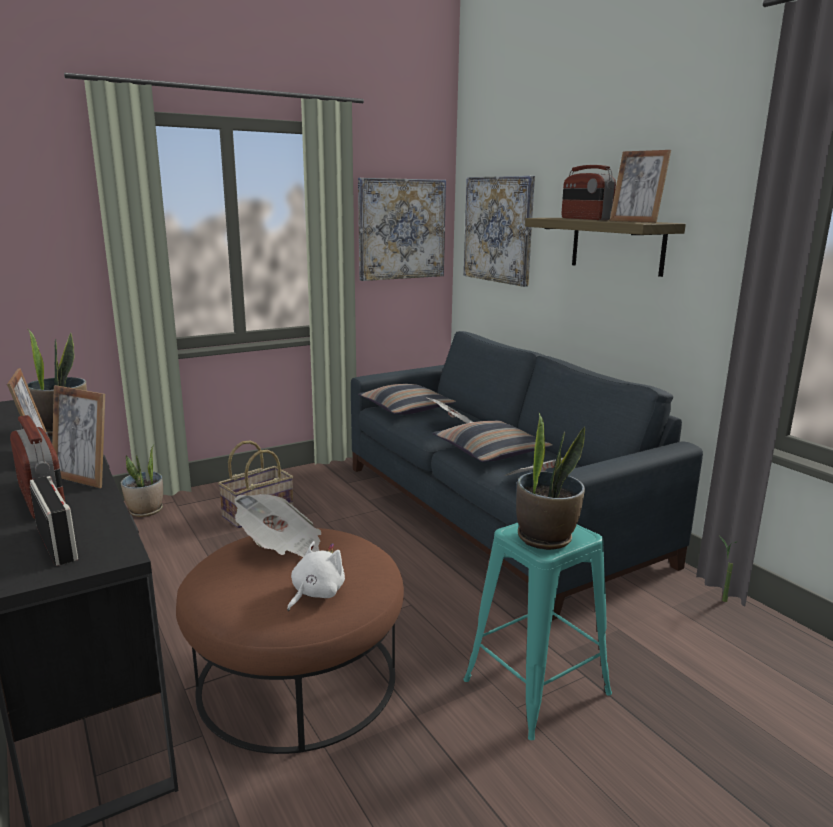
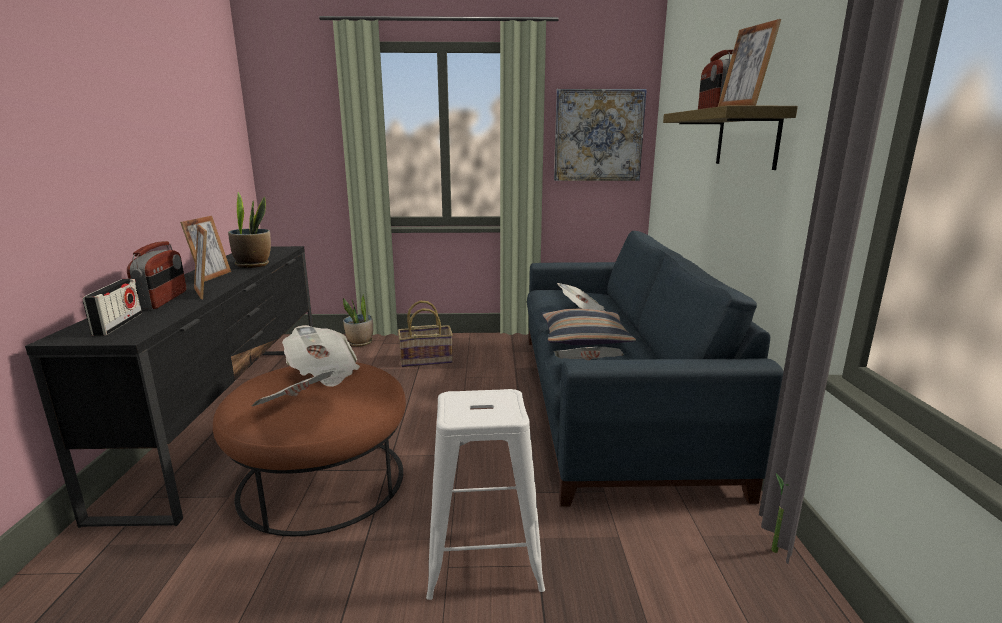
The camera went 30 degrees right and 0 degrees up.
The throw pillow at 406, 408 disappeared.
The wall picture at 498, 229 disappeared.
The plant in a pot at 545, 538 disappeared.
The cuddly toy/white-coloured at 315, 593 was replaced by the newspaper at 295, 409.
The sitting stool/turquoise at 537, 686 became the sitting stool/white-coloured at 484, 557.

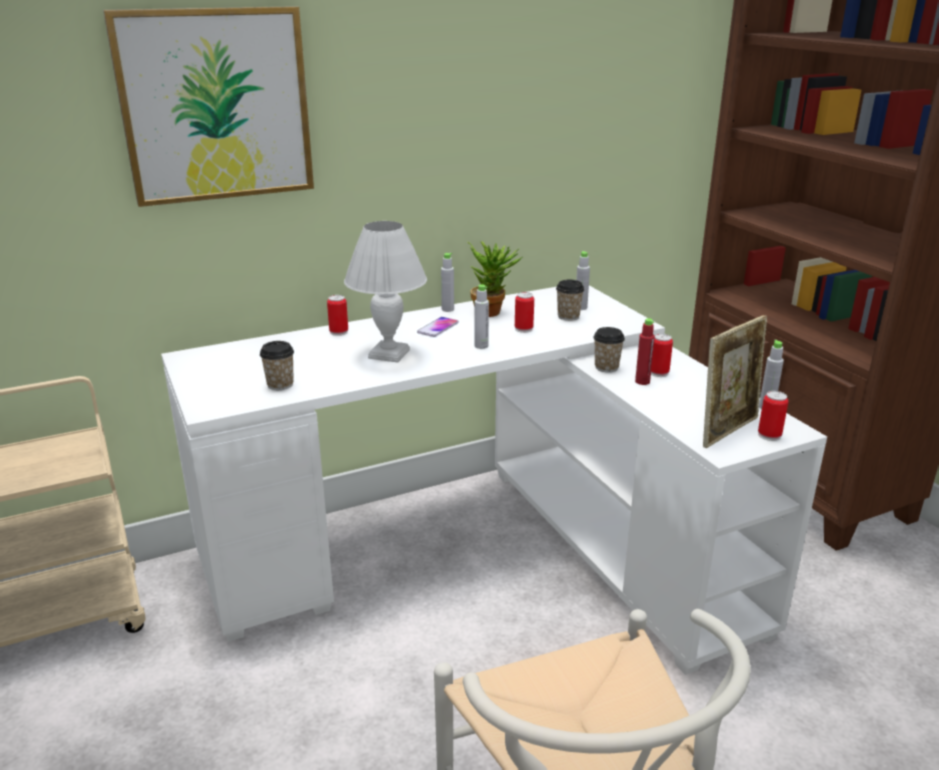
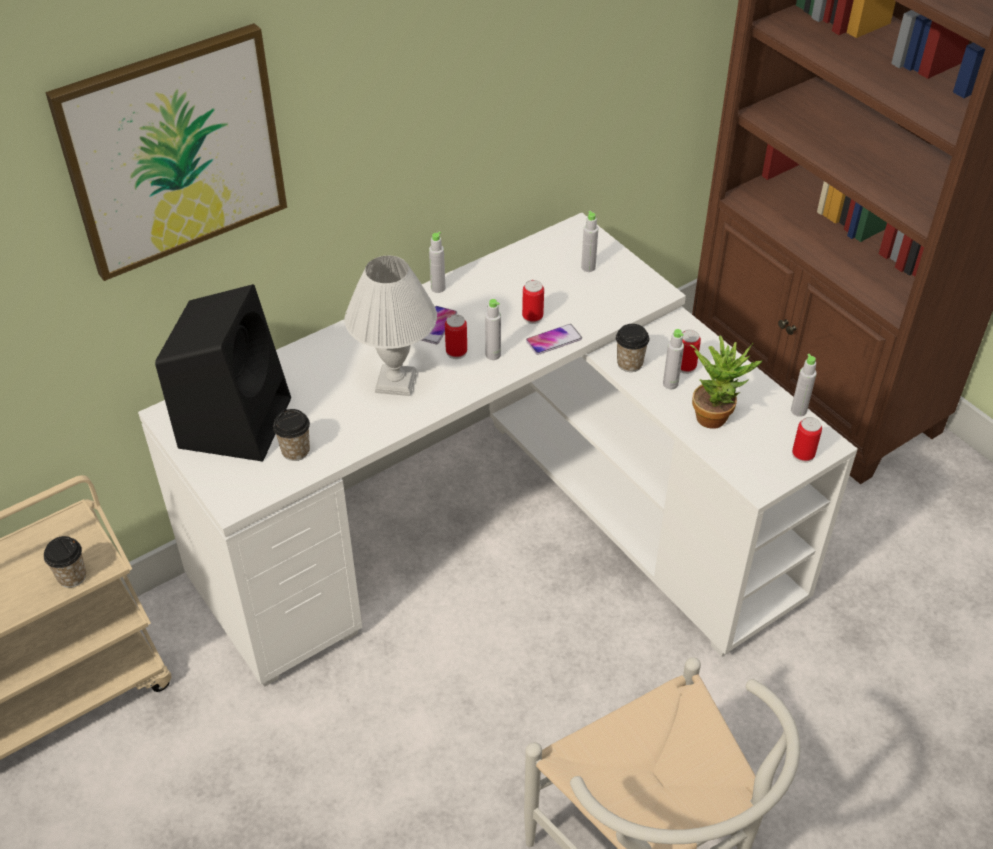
The camera went 10 degrees left and 20 degrees up.
The standing frame at 727, 430 disappeared.
The audio speaker/black at 235, 420 appeared.
The handset at 553, 340 appeared.
The can moved from 339, 332 to 456, 352.
The plant in a pot moved from 492, 311 to 716, 415.
The small cup moved from 568, 316 to 72, 576.
The beverage bottle/reddish at 642, 381 became the beverage bottle/grey at 670, 384.

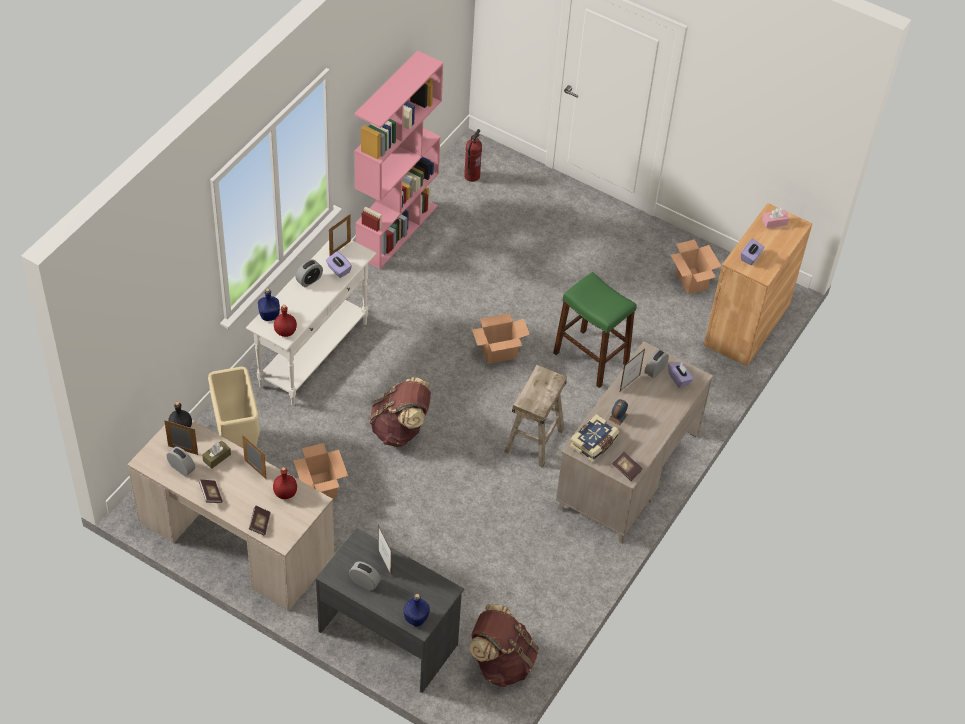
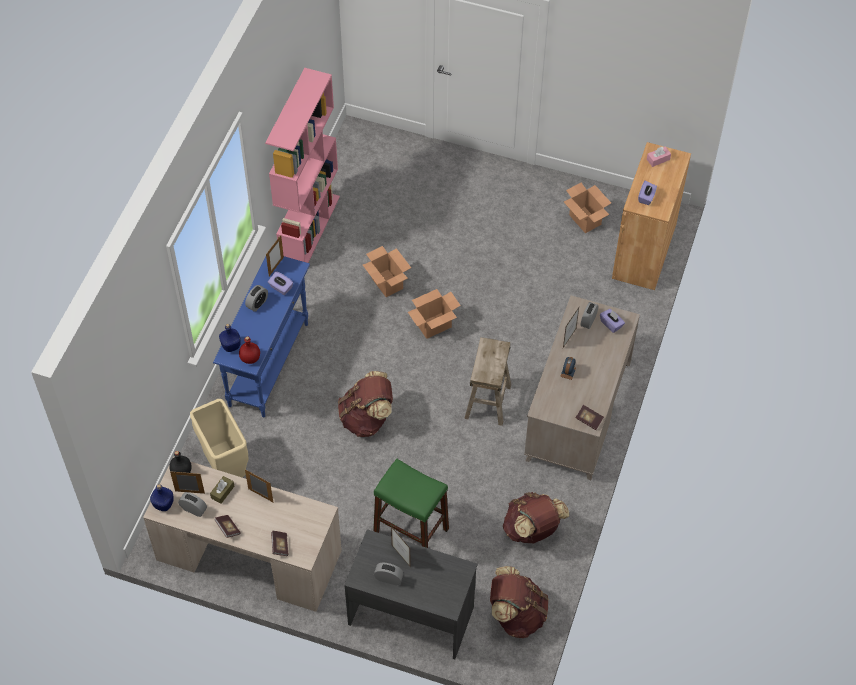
The camera went 10 degrees left and 5 degrees up.
The beverage bottle/reddish at 285, 493 disappeared.
The fire extinguisher at 471, 176 disappeared.
The volume at 594, 443 disappeared.
The rucksack/brown-coloured at 532, 530 appeared.
The carton moved from 321, 487 to 387, 283.
The beverage bottle/blue-coloured moved from 416, 619 to 163, 504.
The sitting stool/green-coloured moved from 591, 358 to 411, 531.
The console table/white-coloured at 314, 354 became the console table/blue-coloured at 269, 364.

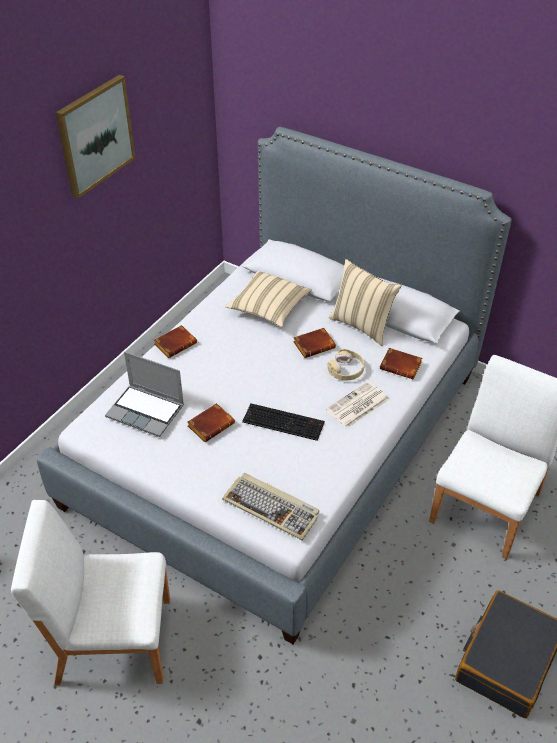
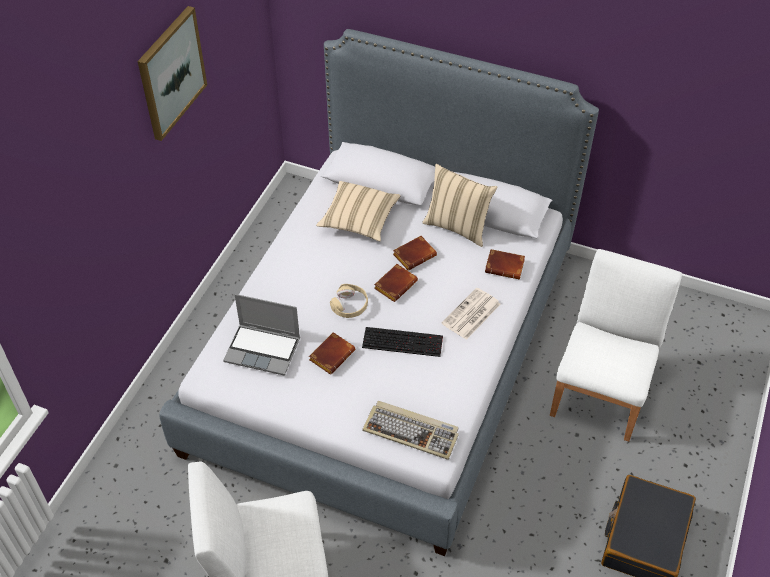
The camera went 10 degrees left and 5 degrees up.
The volume/brown-coloured moved from 175, 343 to 395, 284.
The pair of headphones/beige moved from 346, 370 to 350, 305.

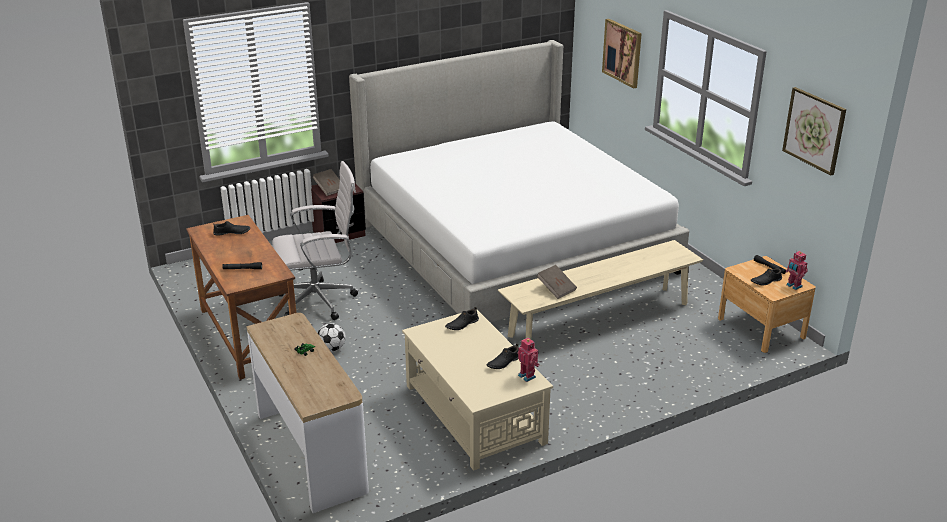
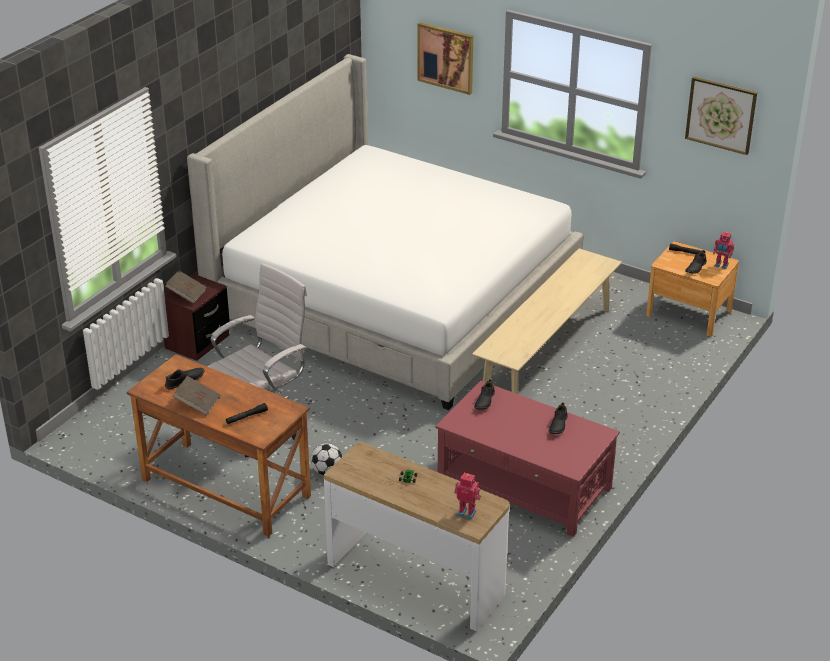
The camera went 30 degrees left and 5 degrees up.
The robot figure moved from 527, 376 to 467, 512.
The volume/brown-coloured moved from 556, 289 to 197, 403.
The lounge table/beige at 474, 414 became the lounge table/reddish at 525, 485.

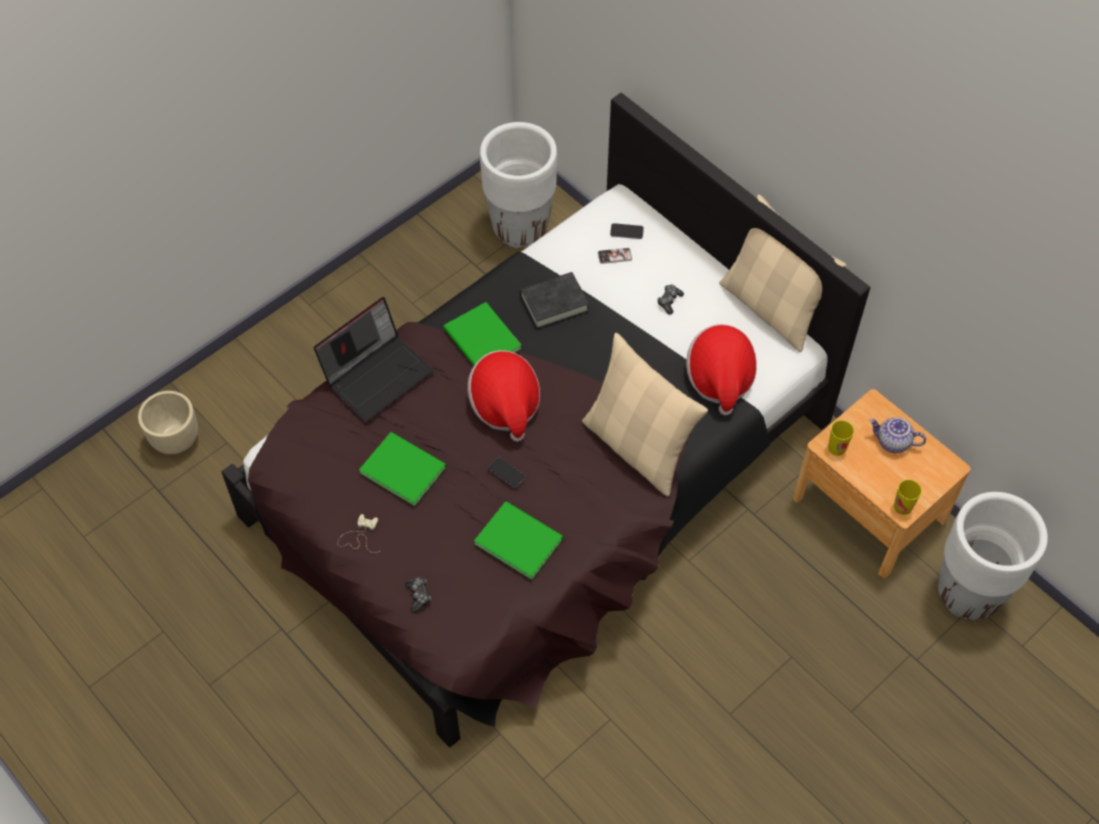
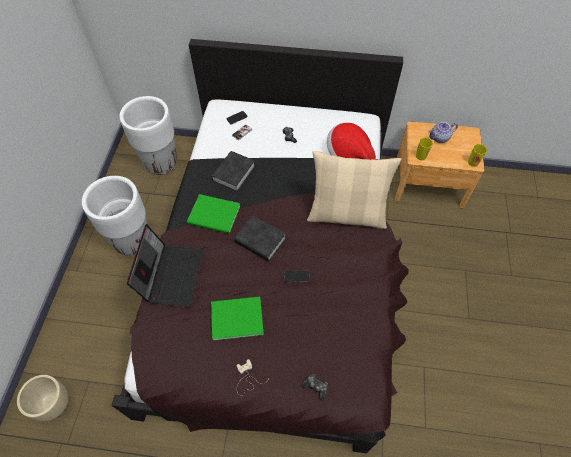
The camera went 40 degrees left and 0 degrees up.
The volume/green-coloured at 518, 538 disappeared.
The throw pillow/beige at 771, 308 disappeared.
The plant pot/white-coloured moved from 968, 593 to 133, 241.
The clothing hat at 505, 405 was replaced by the volume/black at 260, 240.

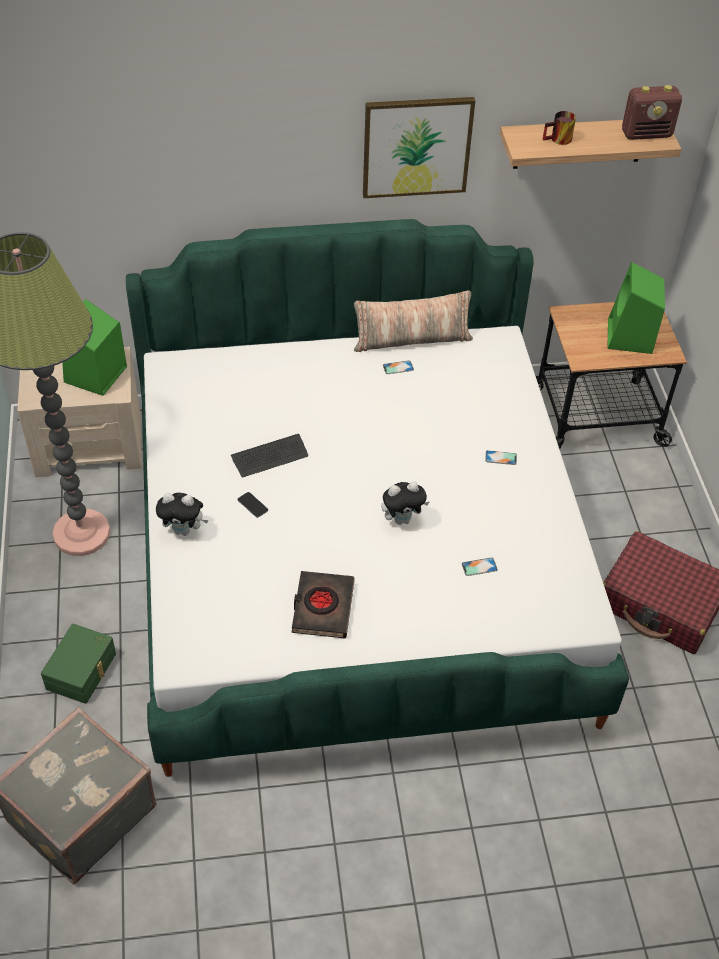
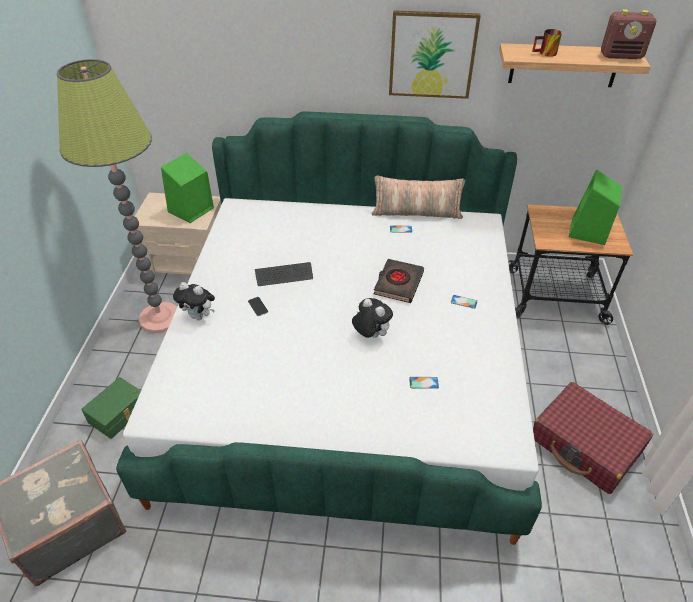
The camera went 15 degrees right and 5 degrees down.
The volume/black moved from 322, 608 to 398, 283.
The cuddly toy at 402, 519 turned 135 degrees counterclockwise.

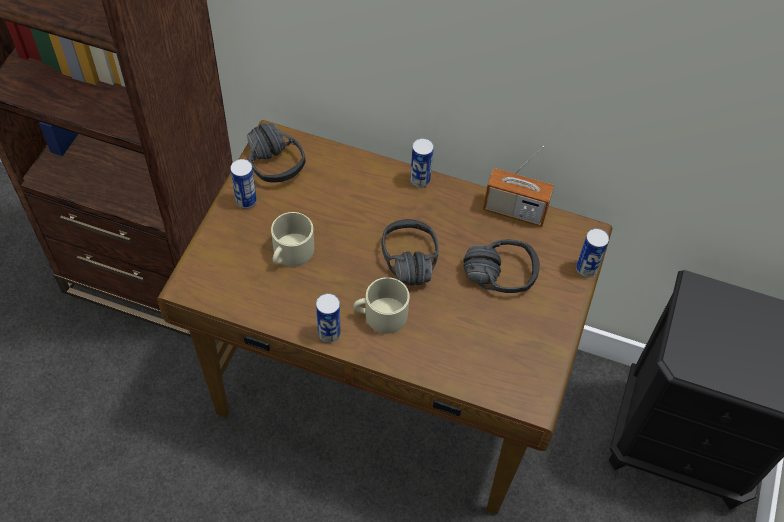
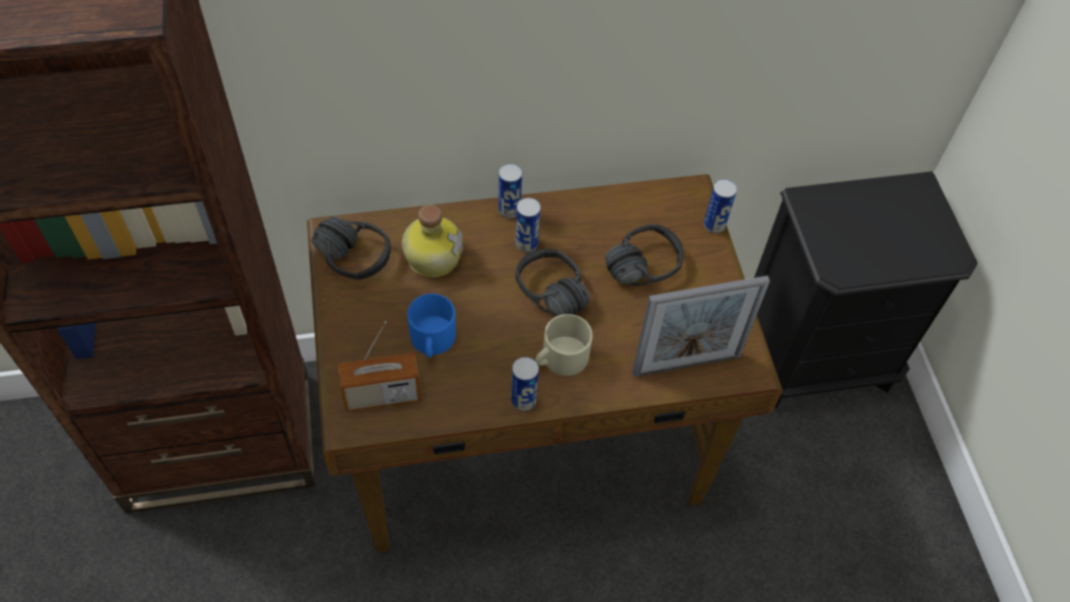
The camera went 30 degrees left and 0 degrees up.
The beverage bottle at 432, 256 appeared.
The standing frame at 686, 364 appeared.
The can moved from 246, 201 to 526, 244.
The radio receiver moved from 514, 211 to 382, 395.
The mug/beige at 290, 253 became the mug/blue-coloured at 432, 341.

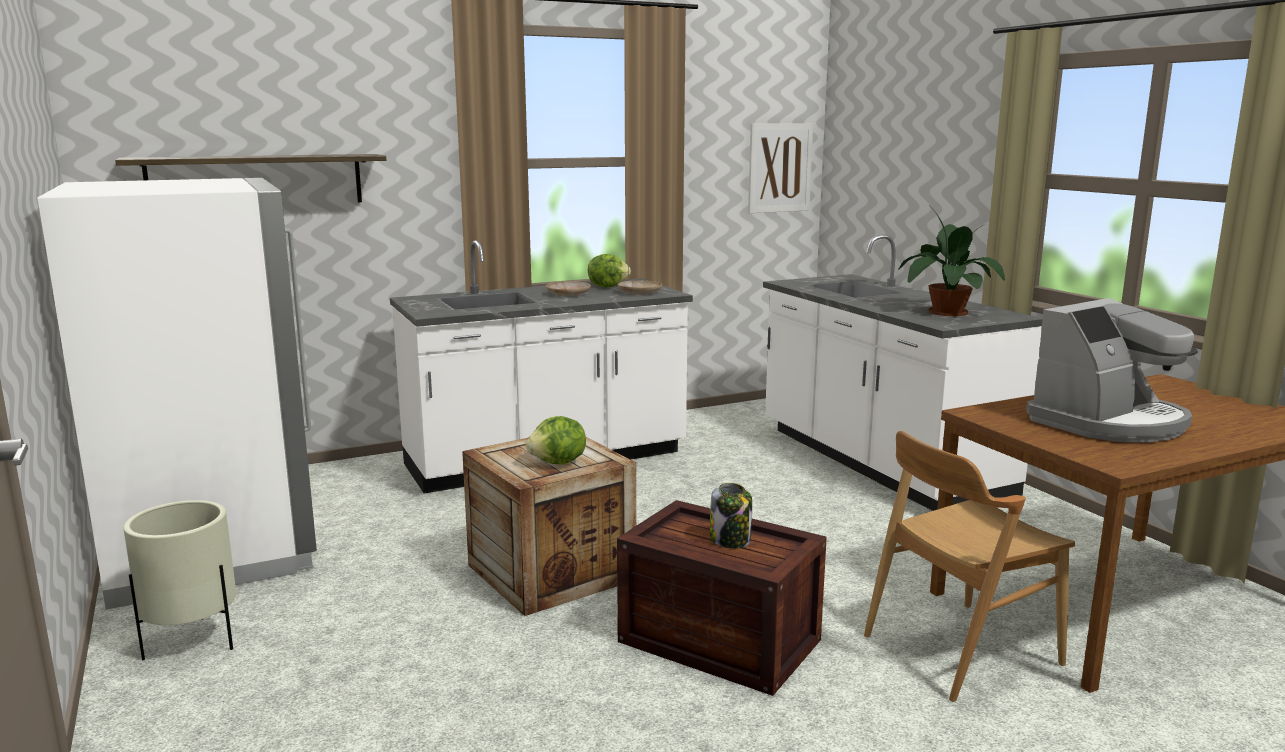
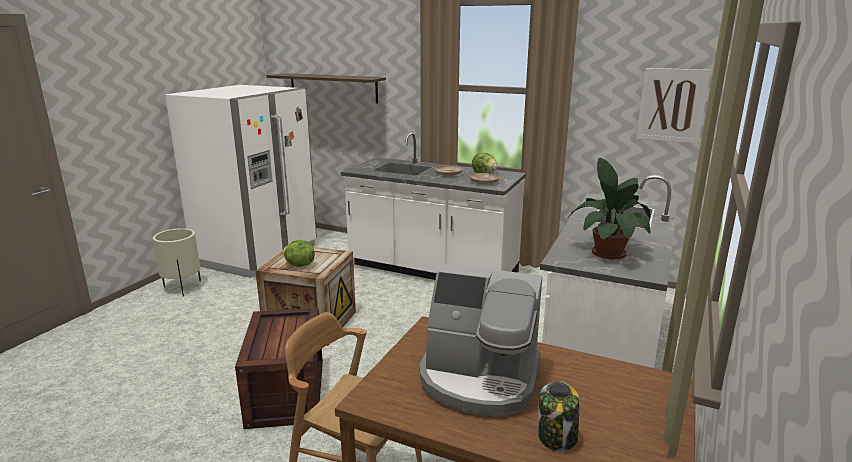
The camera went 50 degrees right and 5 degrees up.
The preserve jar moved from 731, 540 to 557, 437.

